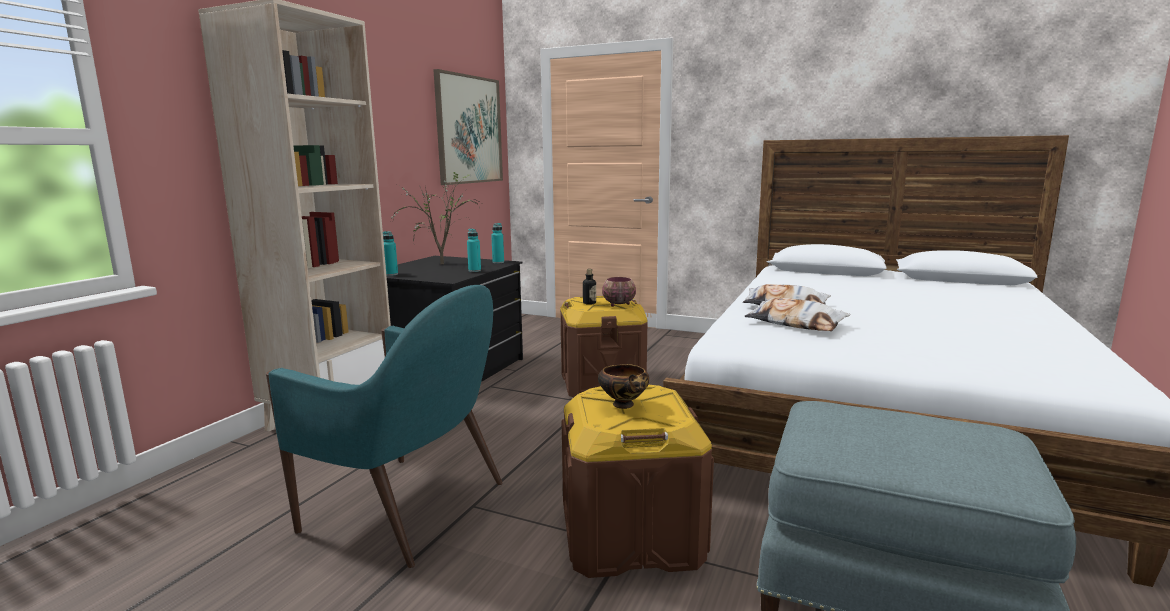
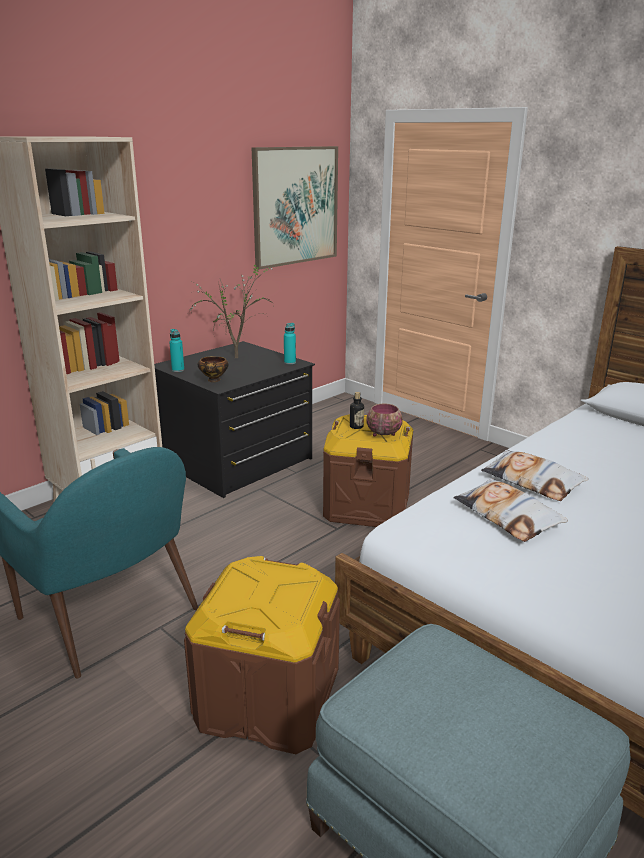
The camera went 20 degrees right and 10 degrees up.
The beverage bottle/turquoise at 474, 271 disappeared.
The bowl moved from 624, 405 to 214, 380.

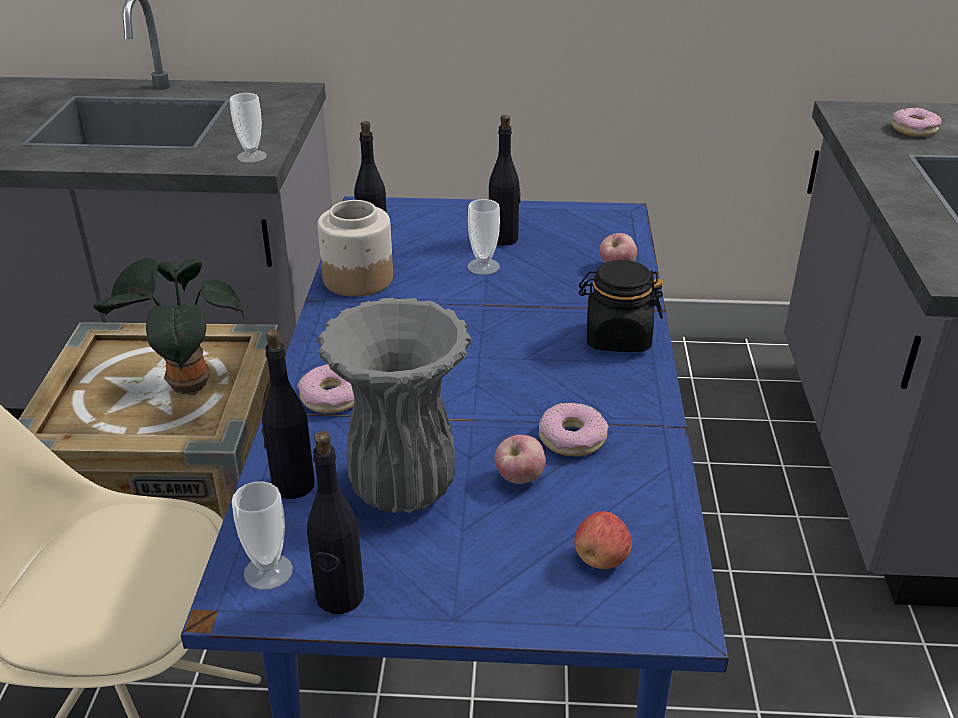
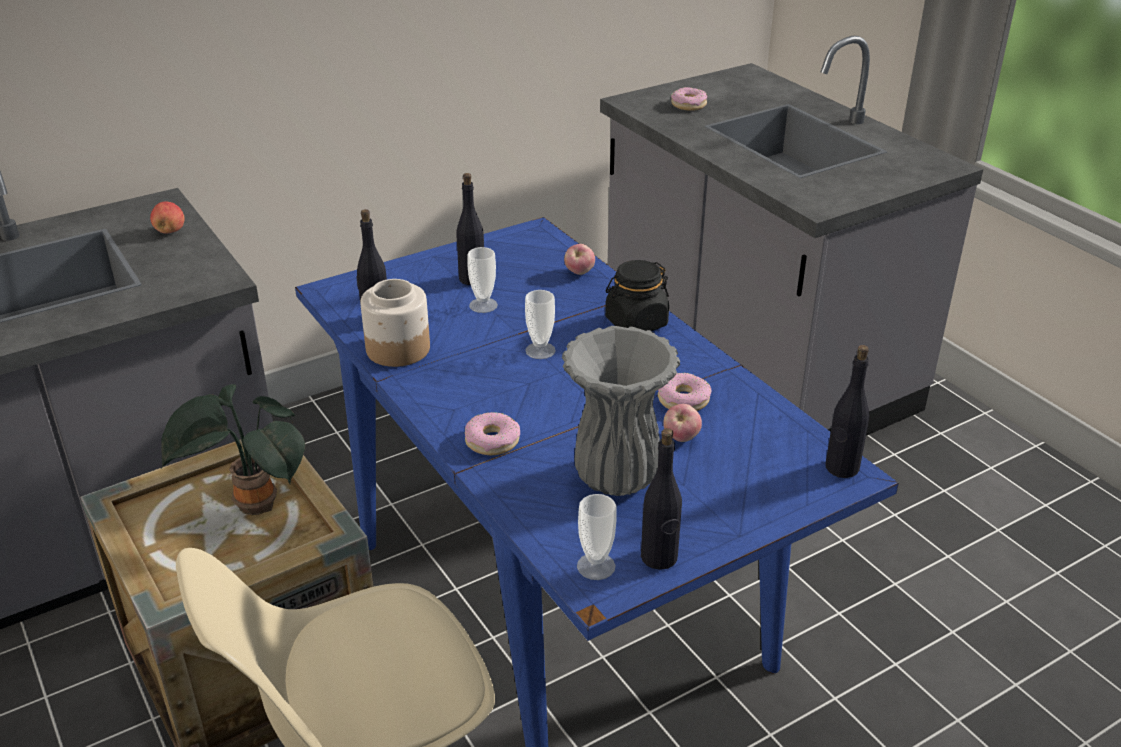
The camera went 35 degrees left and 0 degrees up.
The small cup moved from 251, 156 to 540, 350.
The beverage bottle/black moved from 292, 485 to 841, 468.
The apple moved from 601, 559 to 170, 231.

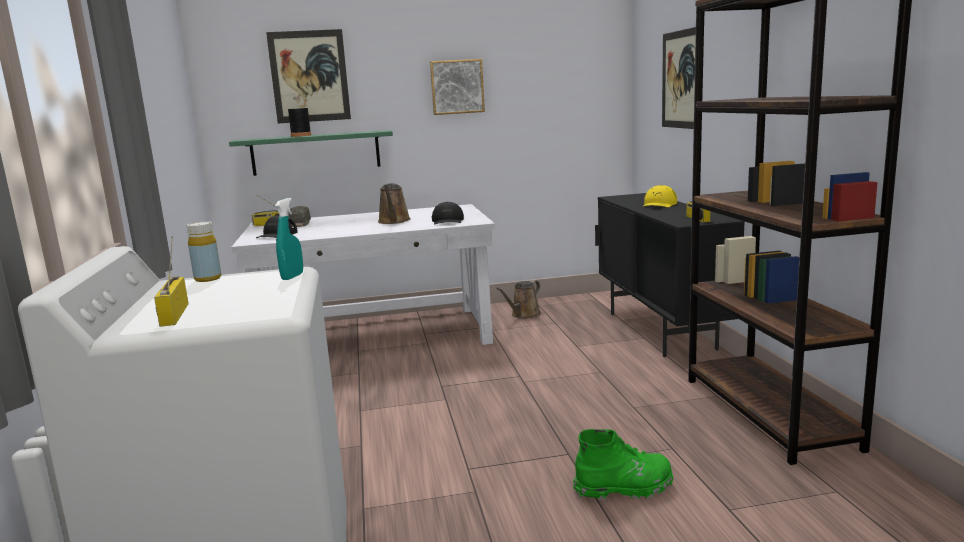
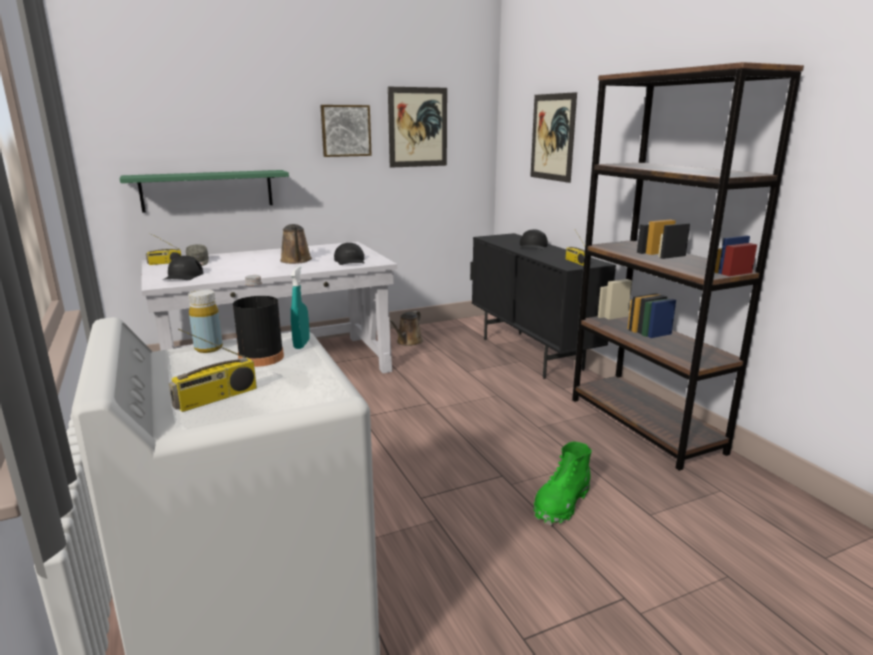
The camera went 15 degrees left and 5 degrees up.
The wall picture moved from 309, 76 to 418, 127.
The beverage bottle/black moved from 301, 135 to 261, 358.
The peaked cap/yellow at 659, 204 became the peaked cap/black at 533, 246.
The radio receiver at 174, 314 turned 105 degrees counterclockwise.
The tall boot/green-coloured at 624, 488 turned 150 degrees clockwise.

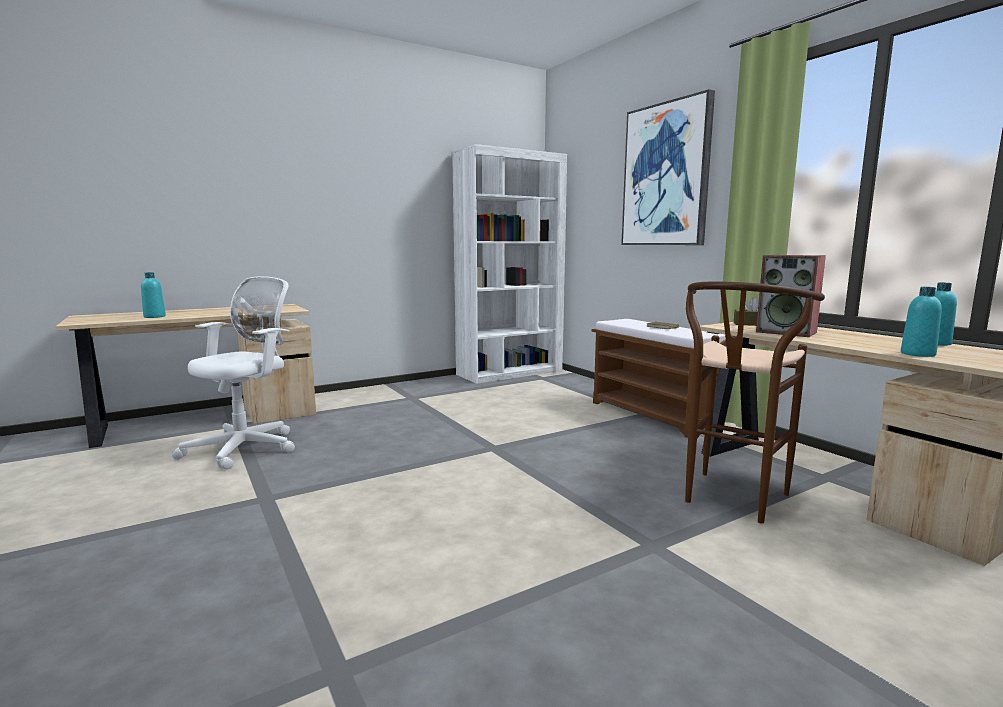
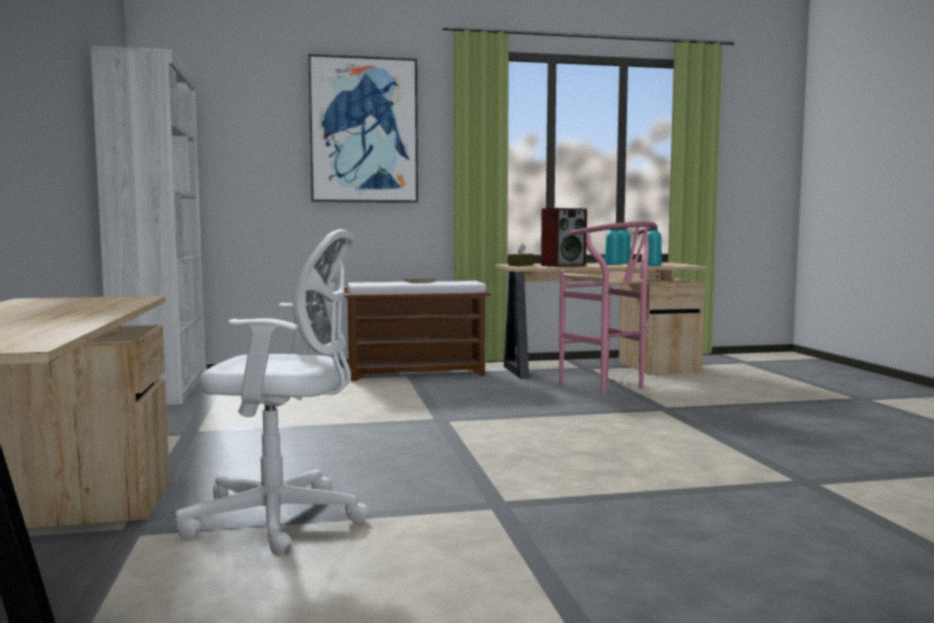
The camera went 70 degrees left and 5 degrees down.
The beverage bottle/turquoise moved from 154, 316 to 613, 264.
The sitting stool/brown-coloured at 730, 501 became the sitting stool/pink at 608, 387.
The computer chair/white-coloured at 247, 447 turned 135 degrees clockwise.

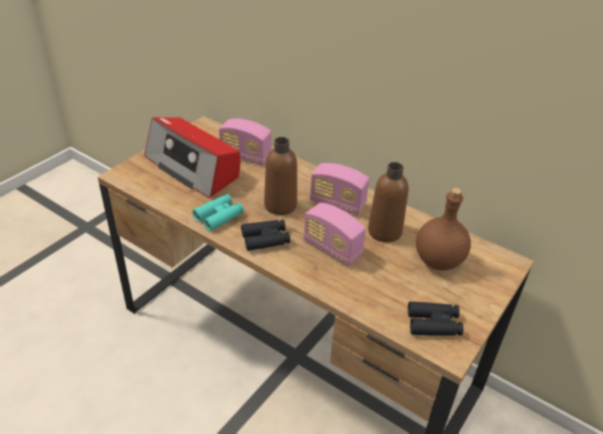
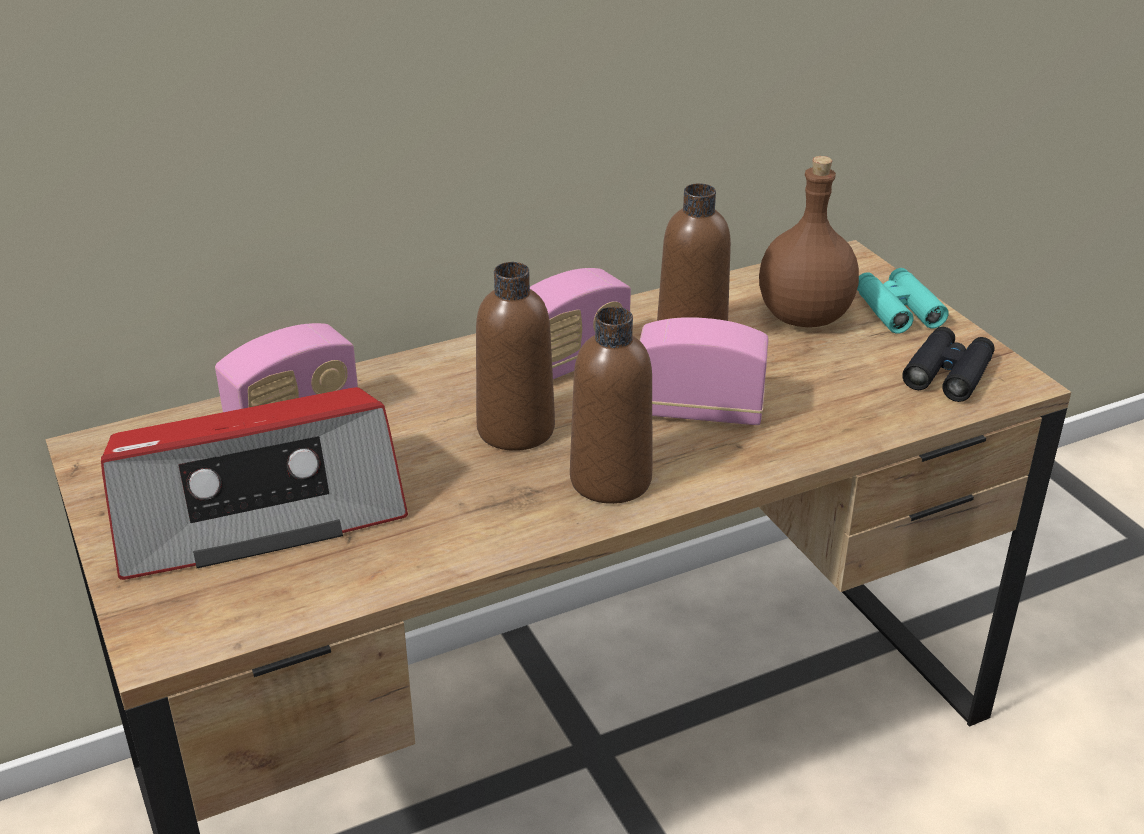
The camera went 60 degrees left and 5 degrees down.
The binoculars/turquoise moved from 219, 216 to 897, 310.
The binoculars/black at 265, 239 was replaced by the beverage bottle/brown-coloured at 610, 480.
The radio receiver at 332, 249 turned 150 degrees counterclockwise.

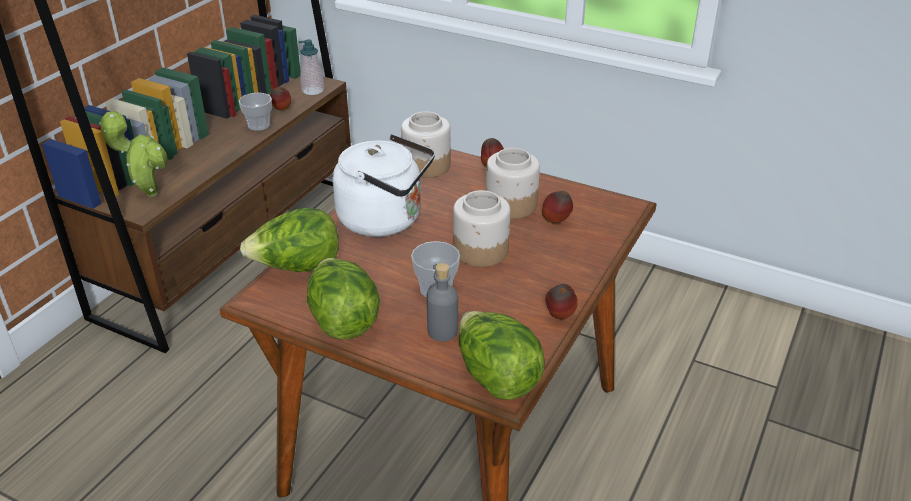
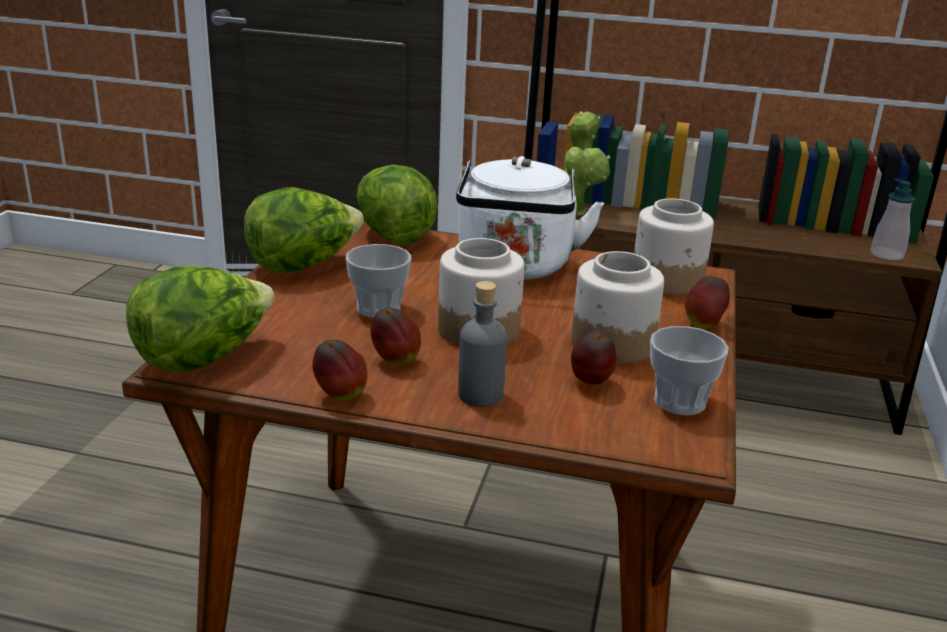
The camera went 75 degrees right and 10 degrees down.
The small cup moved from 258, 125 to 679, 402.
The apple moved from 281, 110 to 395, 361.
The beverage bottle/grey moved from 442, 331 to 480, 395.

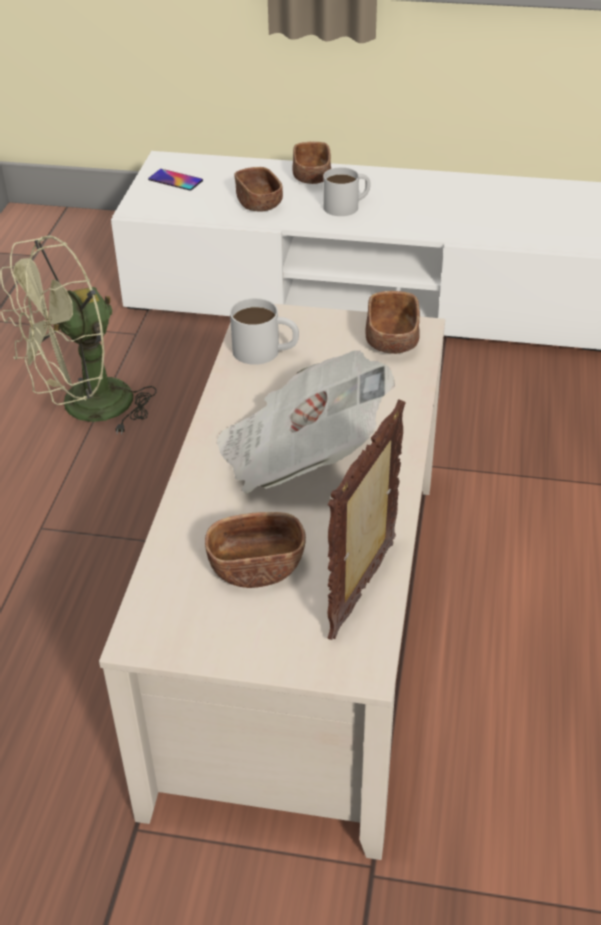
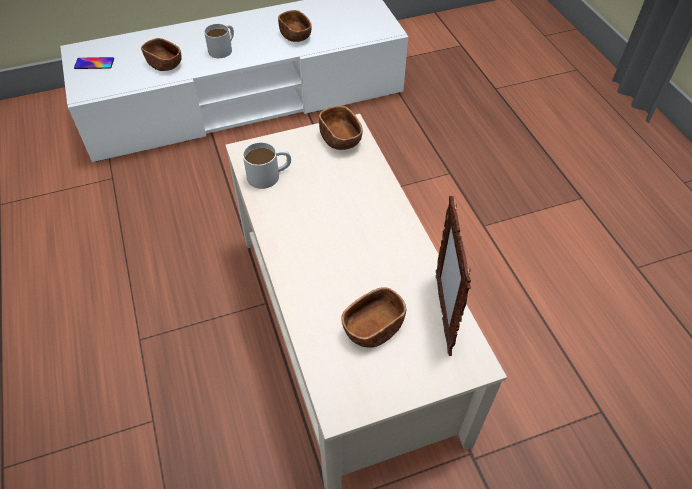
The camera went 30 degrees left and 10 degrees up.
The cooling fan/green-coloured at 85, 409 disappeared.
The newspaper at 300, 455 disappeared.
The bowl/brown-coloured moved from 312, 177 to 295, 36.

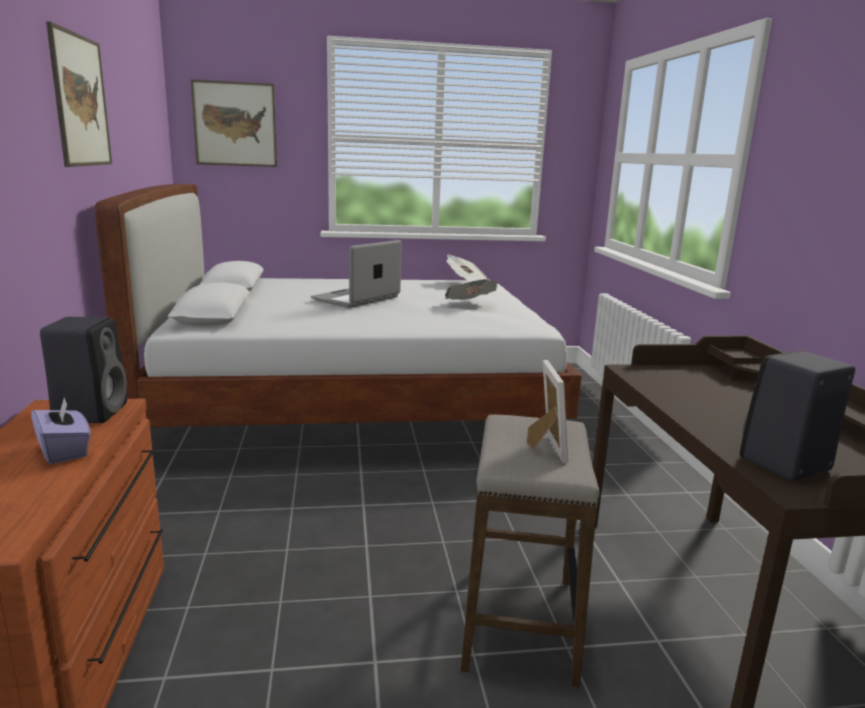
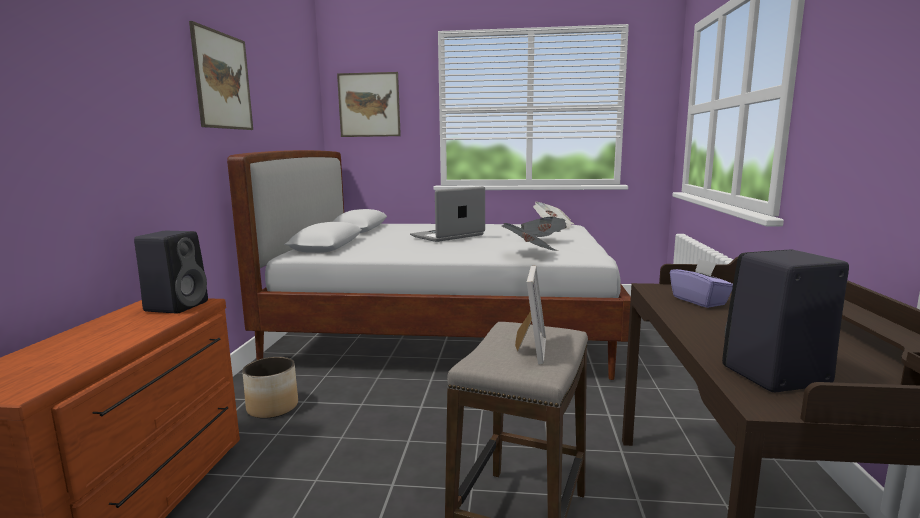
The camera went 15 degrees right and 5 degrees down.
The plant pot at 272, 407 appeared.
The newspaper at 529, 252 appeared.
The box of tissues/purplish moved from 64, 450 to 699, 301.

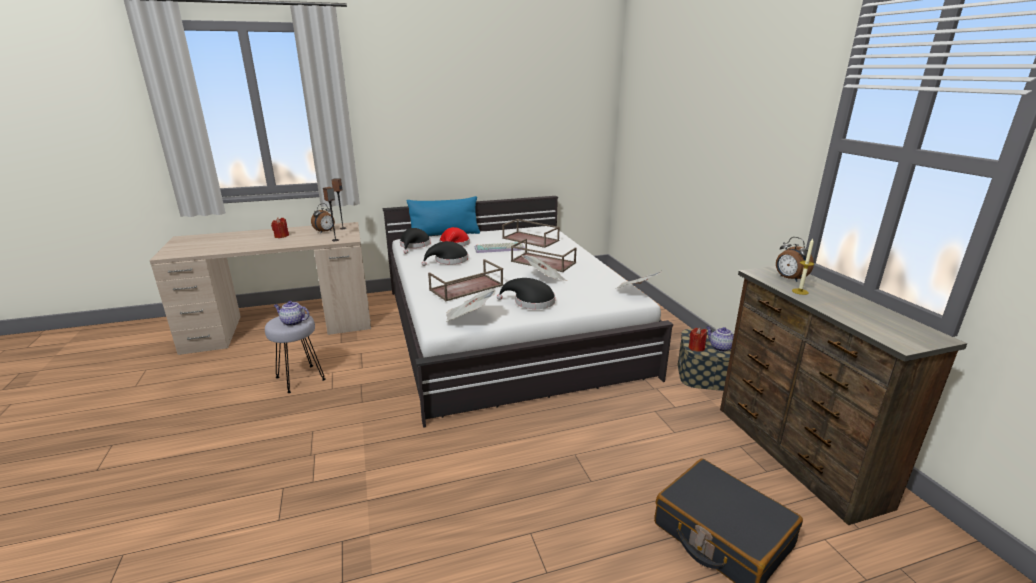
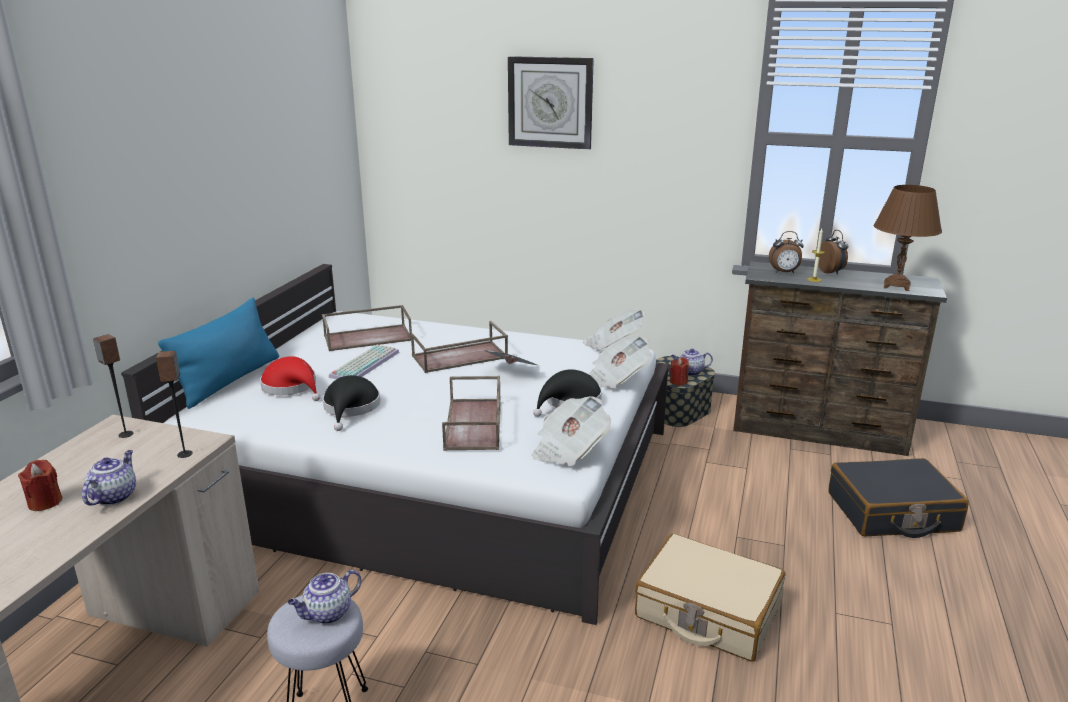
The camera went 55 degrees left and 0 degrees up.
The clothing hat/black at 414, 245 disappeared.
The teapot at 114, 496 appeared.
The wall clock at 550, 102 appeared.
The newspaper at 616, 378 appeared.
The suitcase/beige at 707, 612 appeared.
The table lamp/brown-coloured at 896, 286 appeared.
The table clock moved from 325, 232 to 831, 272.

